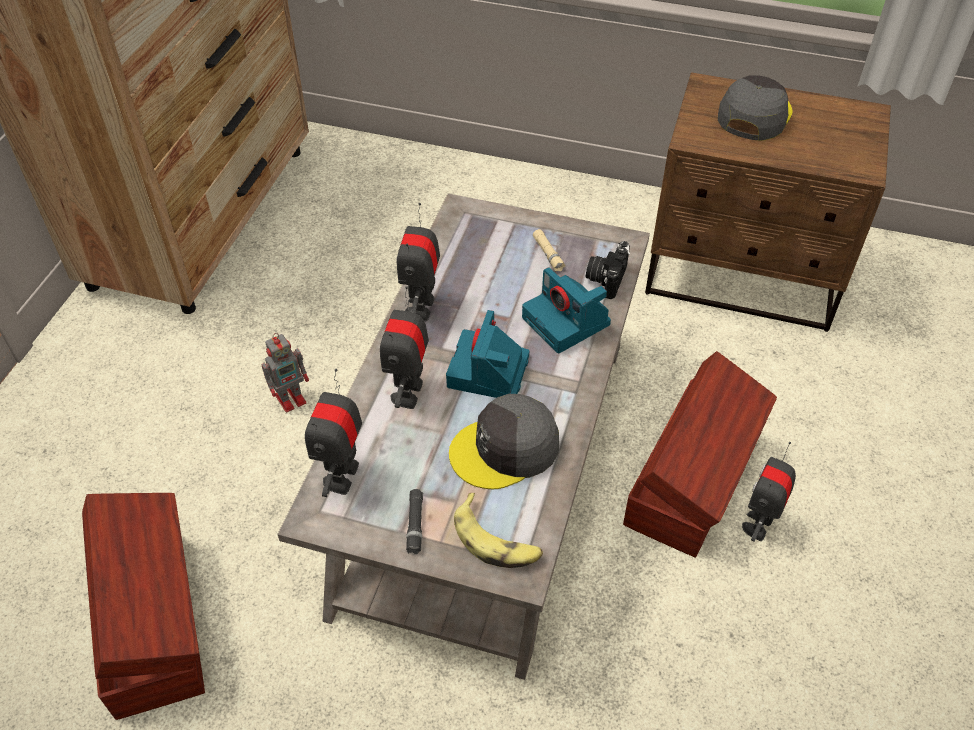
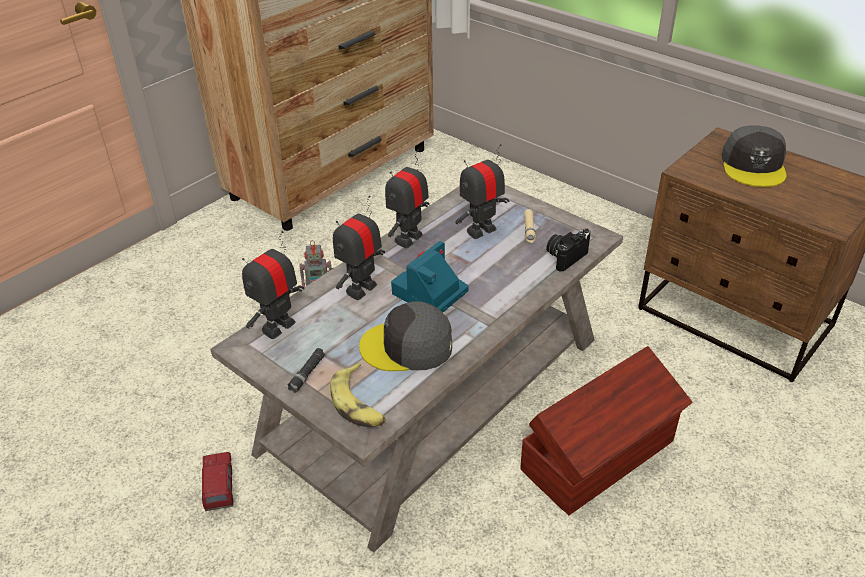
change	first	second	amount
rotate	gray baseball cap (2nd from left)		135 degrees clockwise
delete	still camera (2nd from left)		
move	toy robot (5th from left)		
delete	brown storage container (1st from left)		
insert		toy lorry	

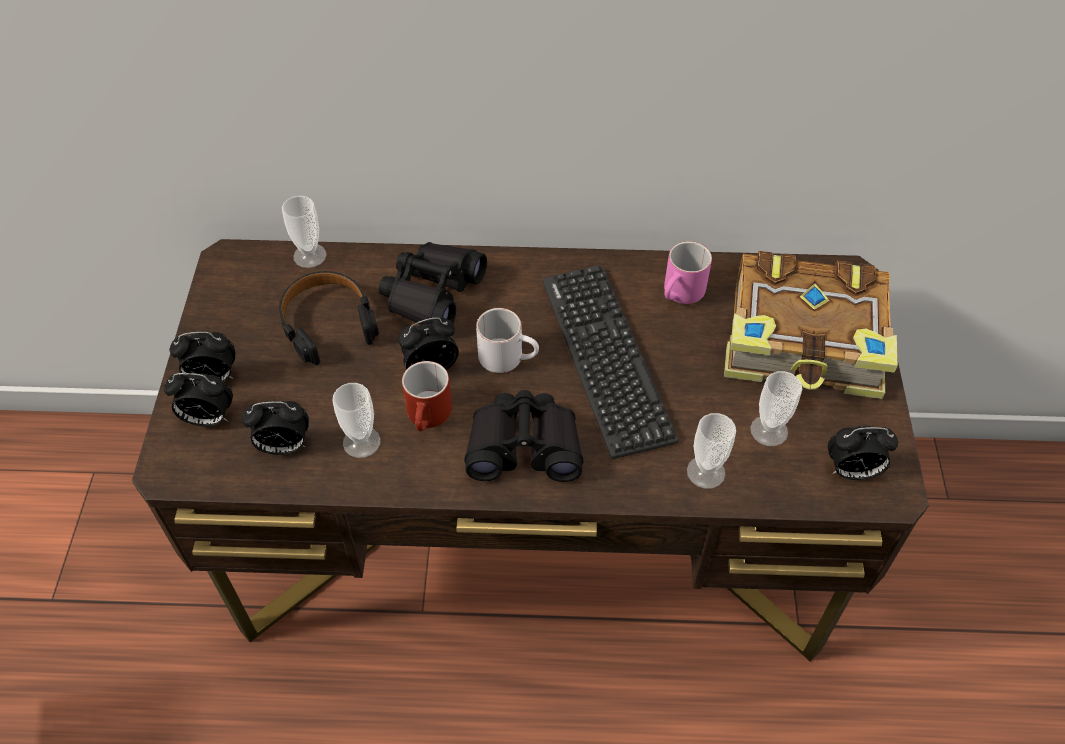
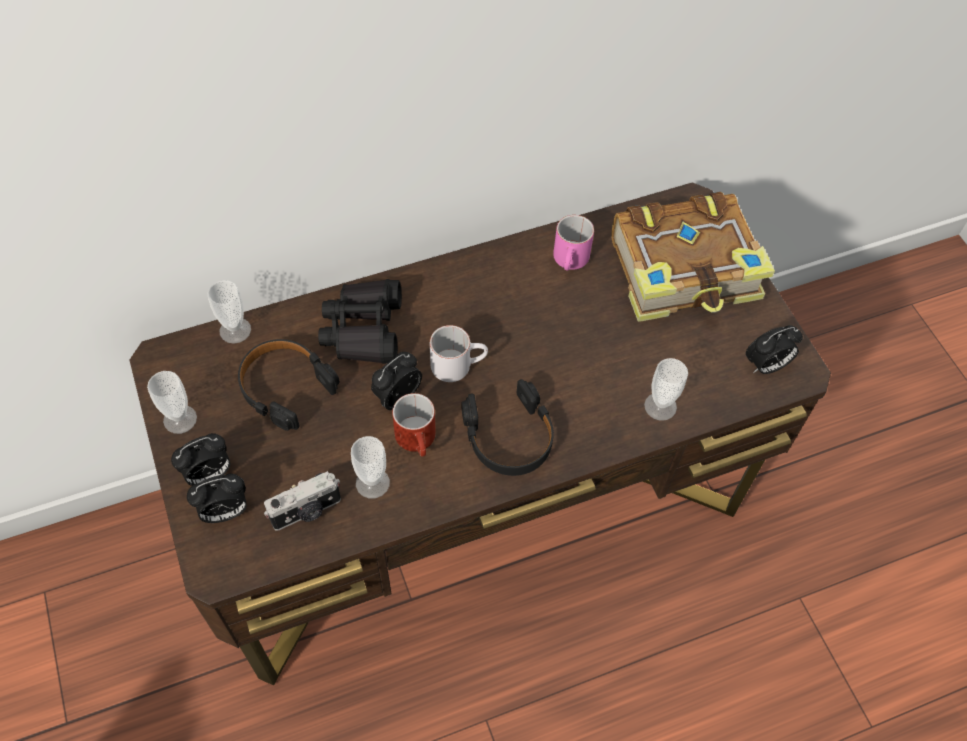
change	first	second	amount
delete	computer keyboard		
move	cup (4th from left in the first image)	cup (1st from left)	
replace	blackish field glasses (2nd from left)	blackish headset (2nd from left)	
replace	bedside clock (3rd from left)	still camera	

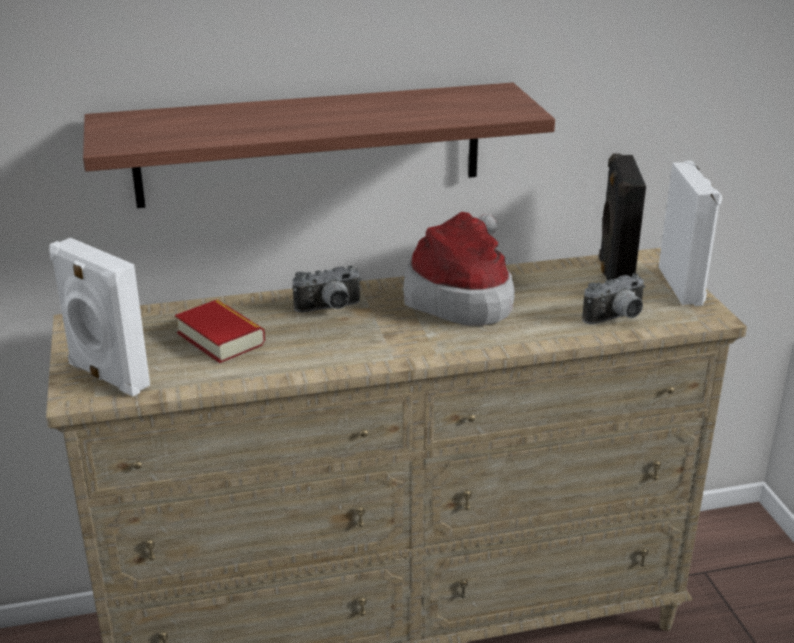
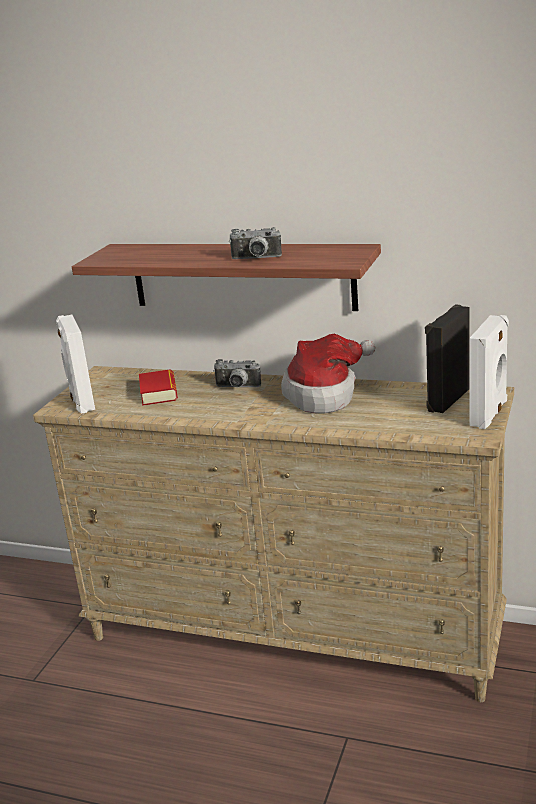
change	first	second	amount
move	still camera (2nd from left)		

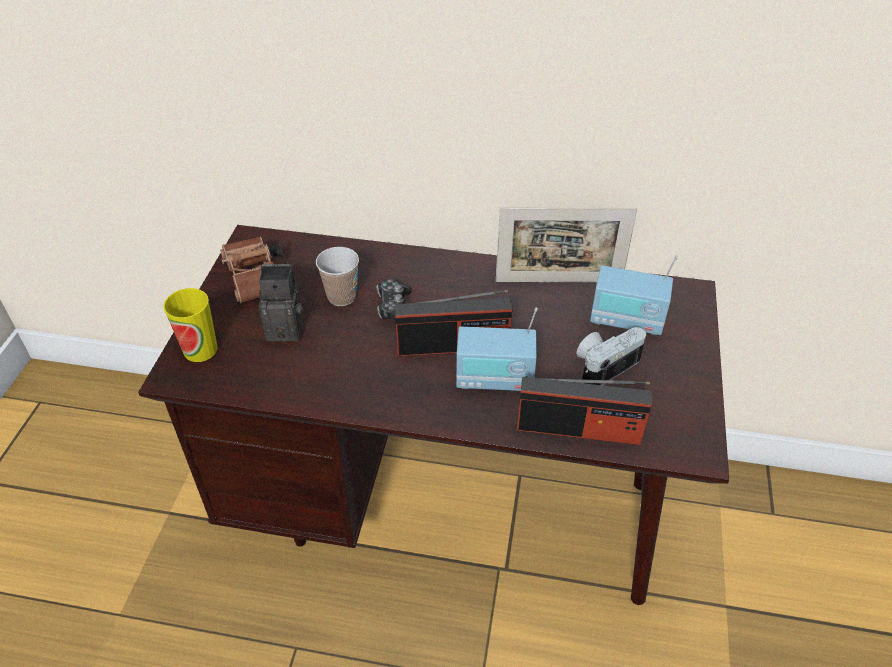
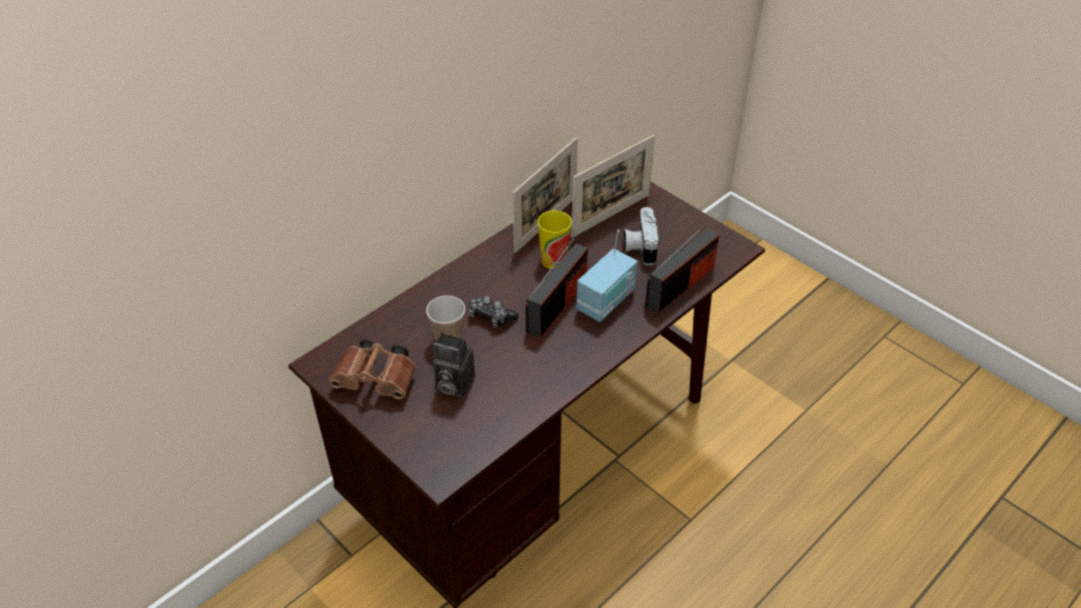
change	first	second	amount
replace	radio set (4th from left)	picture frame (2nd from left)	
rotate	still camera (1st from left)		105 degrees counterclockwise
move	cup (1st from left in the first image)	cup (2nd from left)	

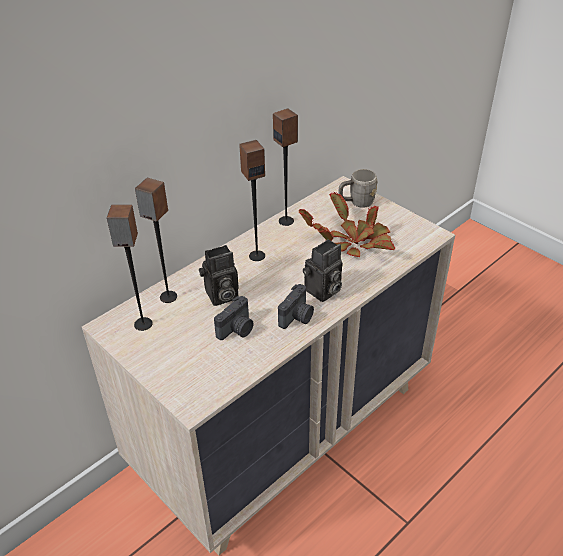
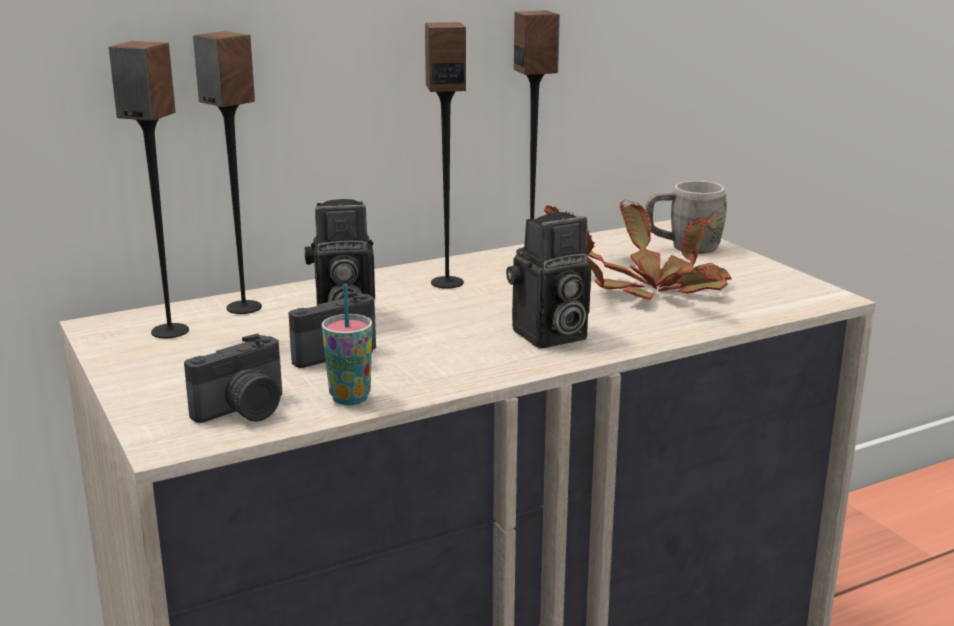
change	first	second	amount
move	still camera (3rd from left in the first image)	still camera (1st from left)	
insert		cup	

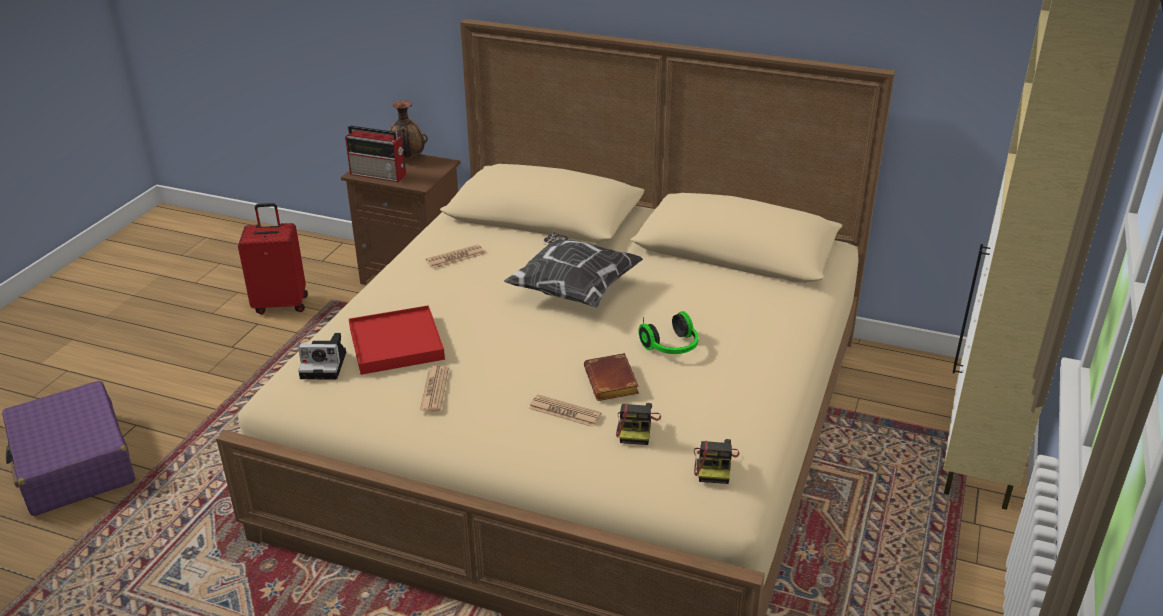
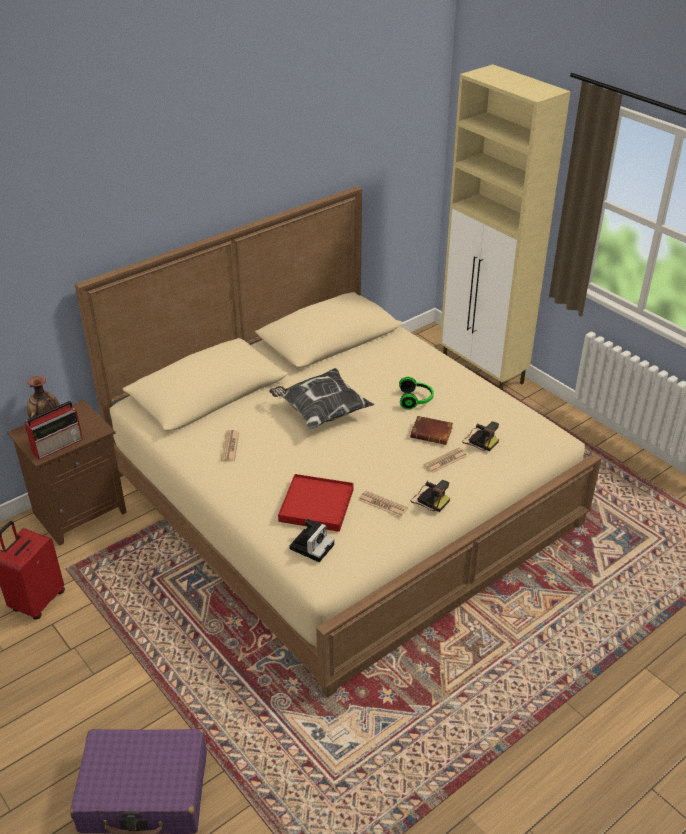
change	first	second	amount
move	still camera (3rd from left in the first image)	still camera (2nd from left)	

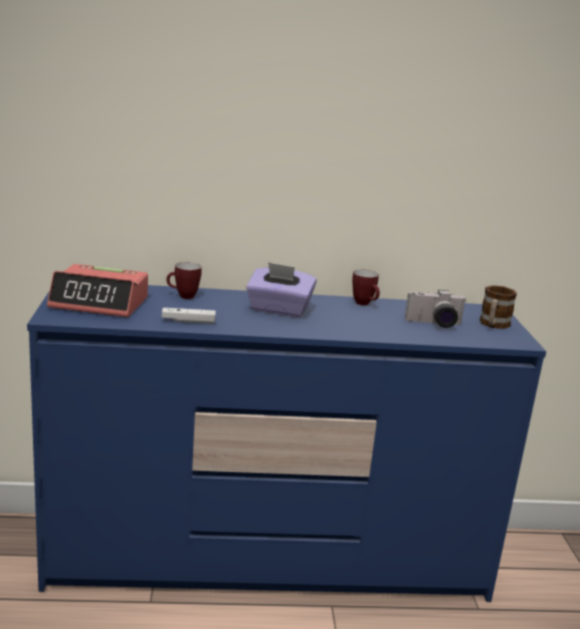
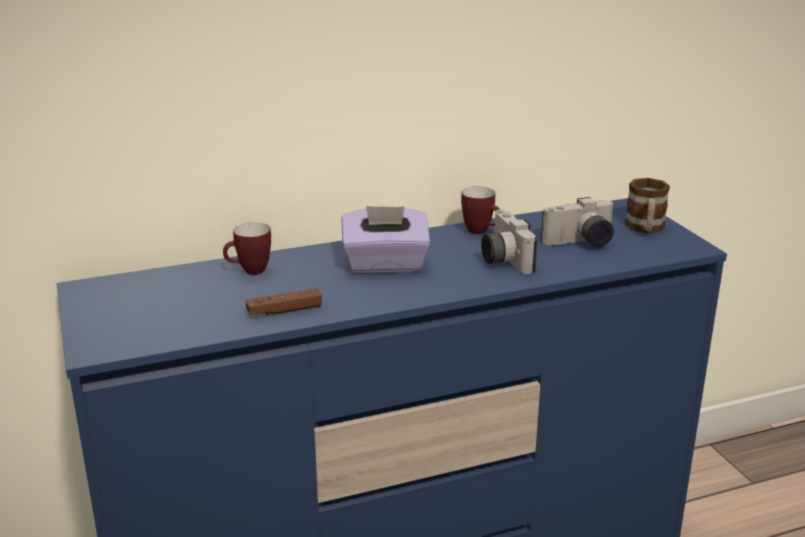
change	first	second	amount
delete	bedside clock		
recolor	white-coloured joypad	brown joypad	
insert		still camera (1st from left)	

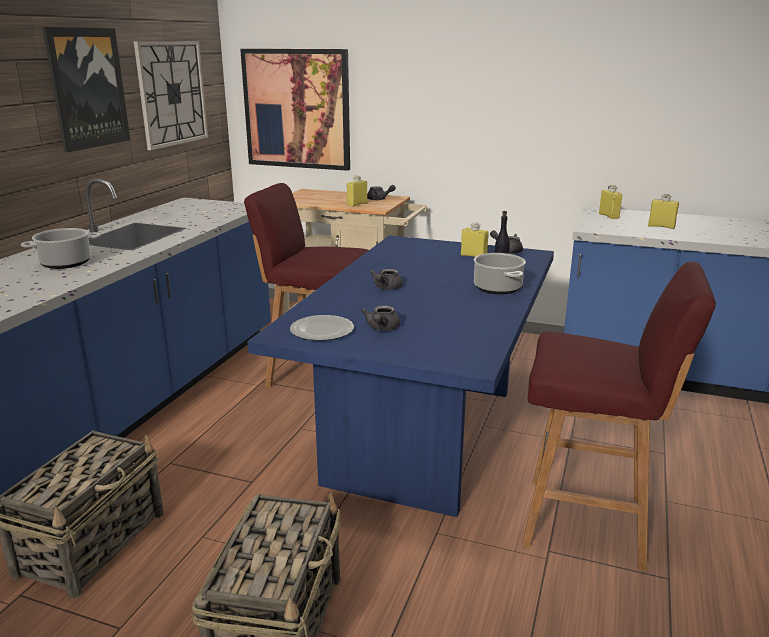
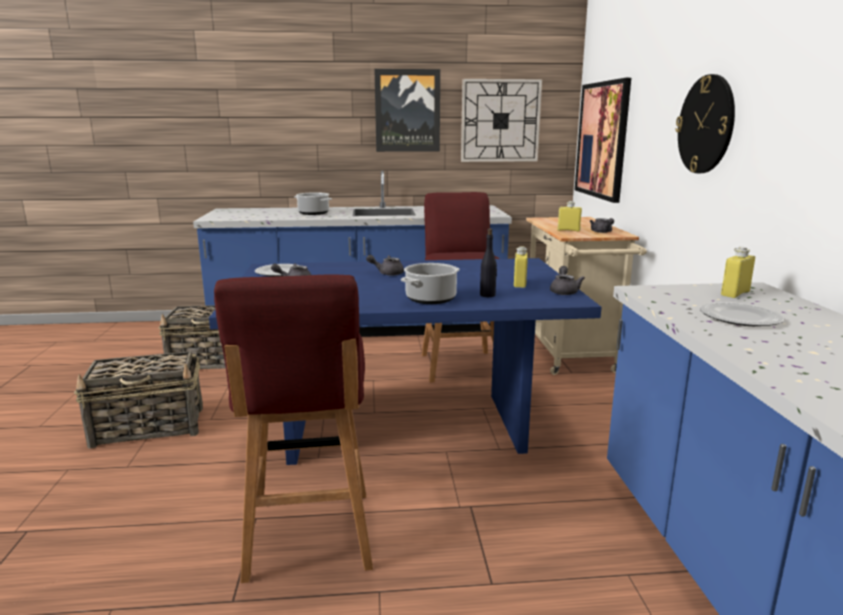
change	first	second	amount
replace	yellow bottle (4th from left)	dinner plate (2nd from left)	
insert		hanging clock (2nd from left)	

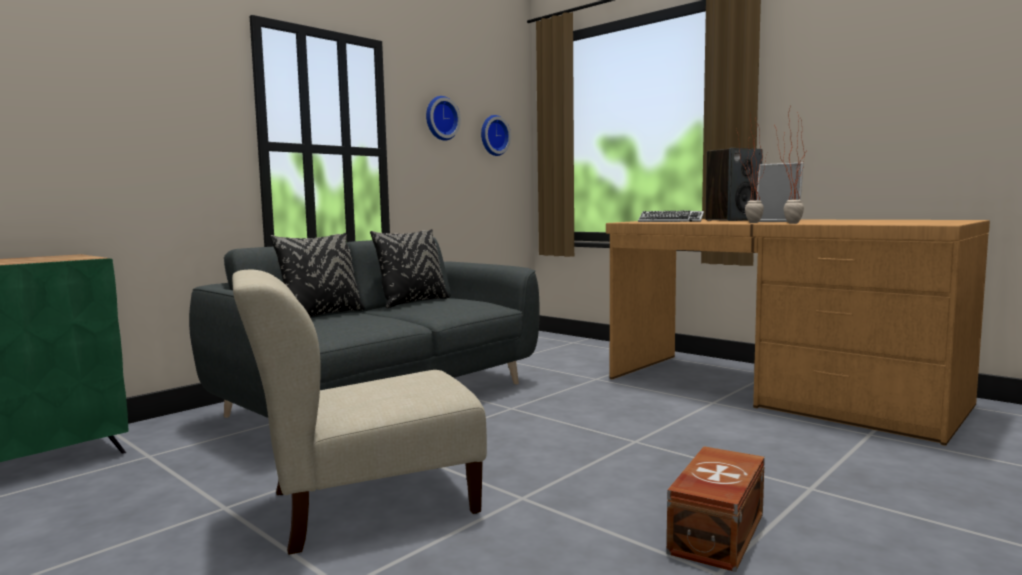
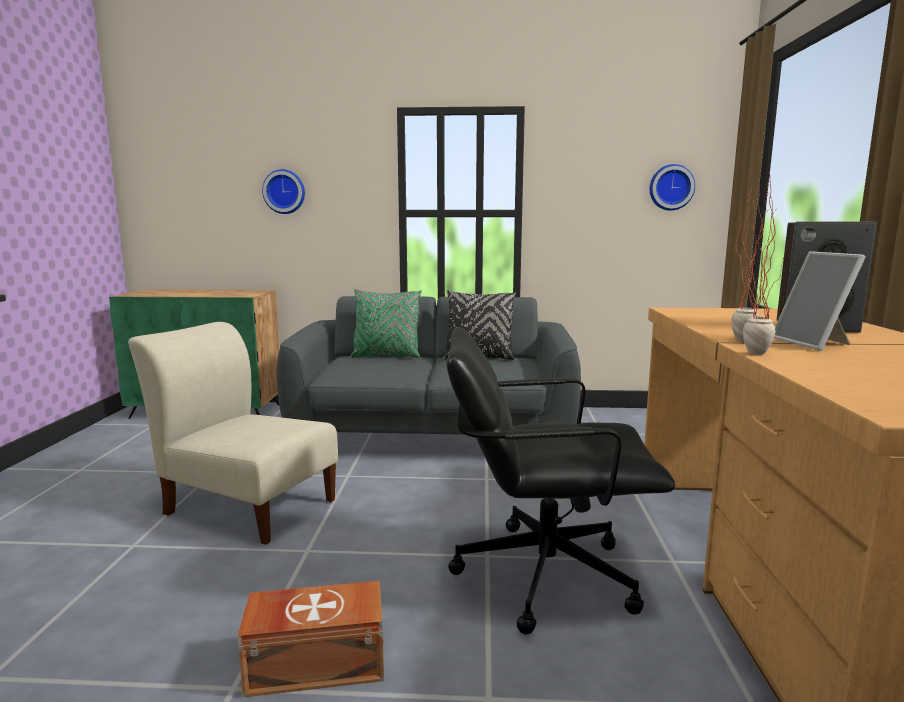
change	first	second	amount
move	hanging clock (1st from left)		
delete	computer keyboard		
recolor	blackish throw pillow (1st from left)	greenish throw pillow	
insert		blackish desk chair	

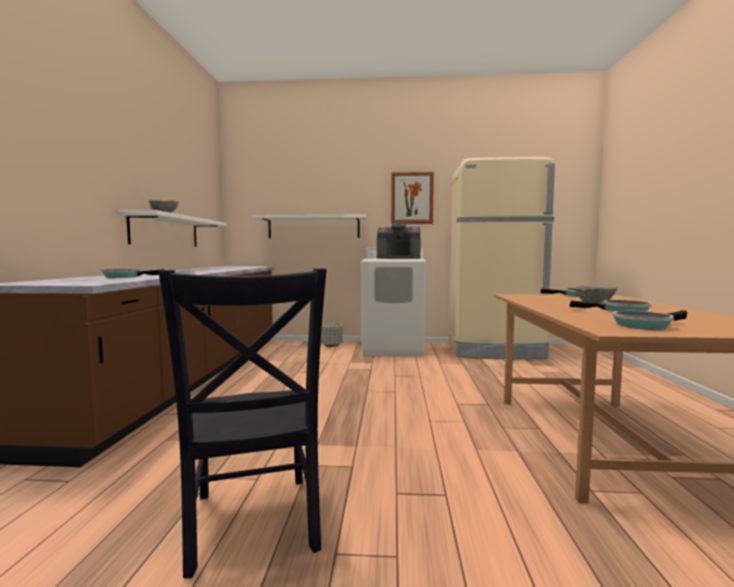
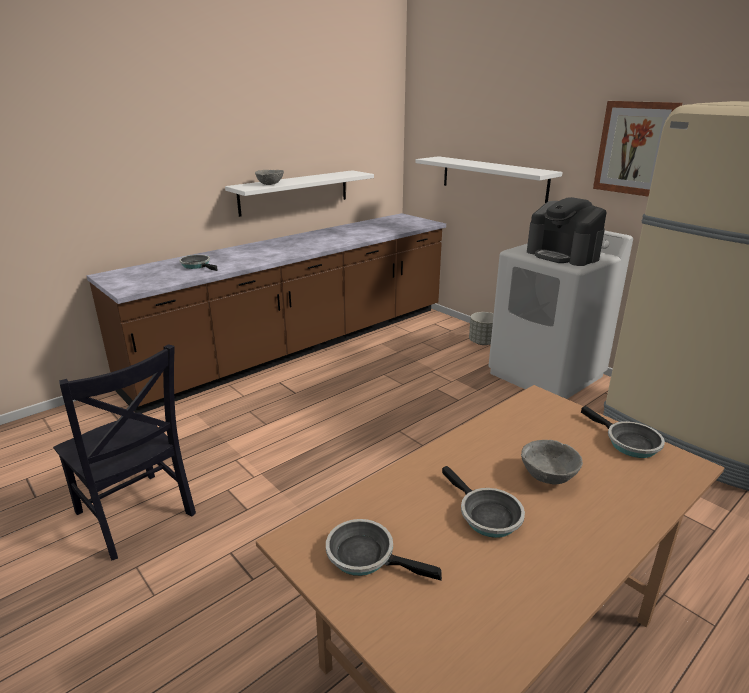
change	first	second	amount
rotate	blackish upright chair		75 degrees counterclockwise

